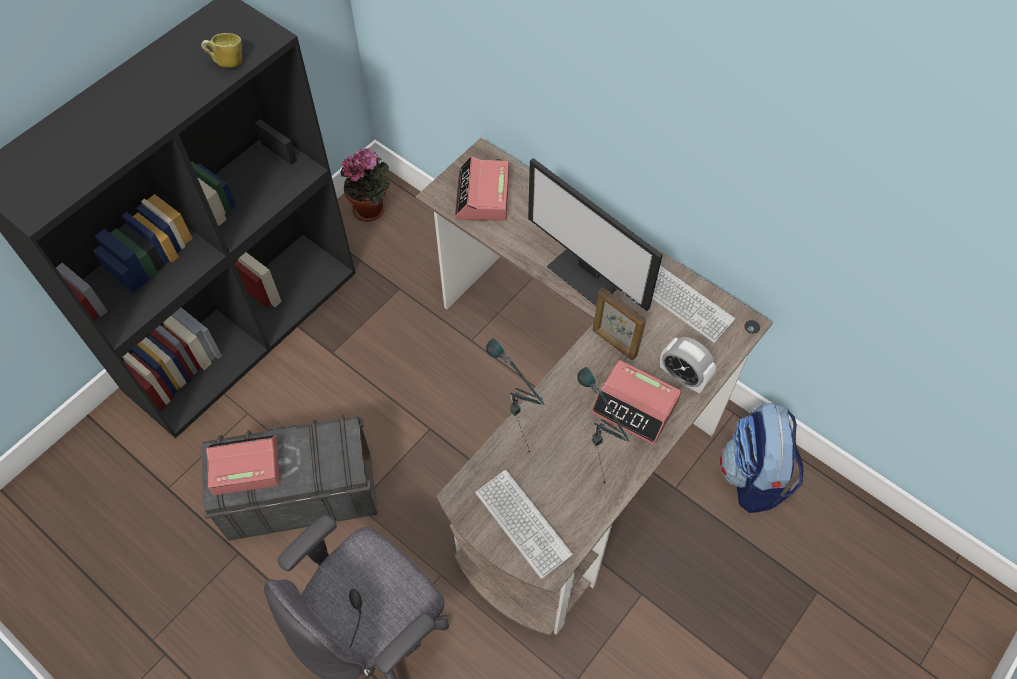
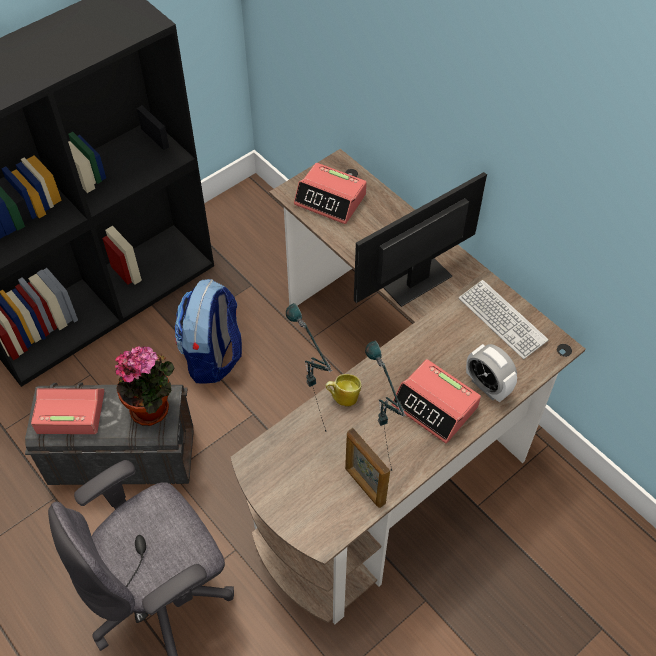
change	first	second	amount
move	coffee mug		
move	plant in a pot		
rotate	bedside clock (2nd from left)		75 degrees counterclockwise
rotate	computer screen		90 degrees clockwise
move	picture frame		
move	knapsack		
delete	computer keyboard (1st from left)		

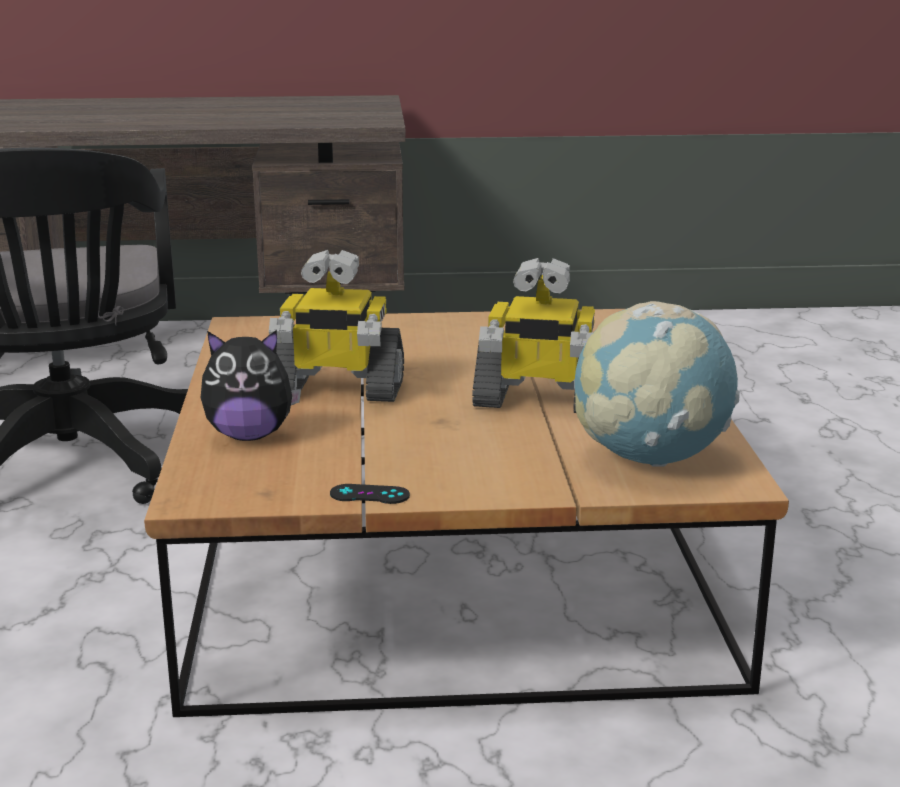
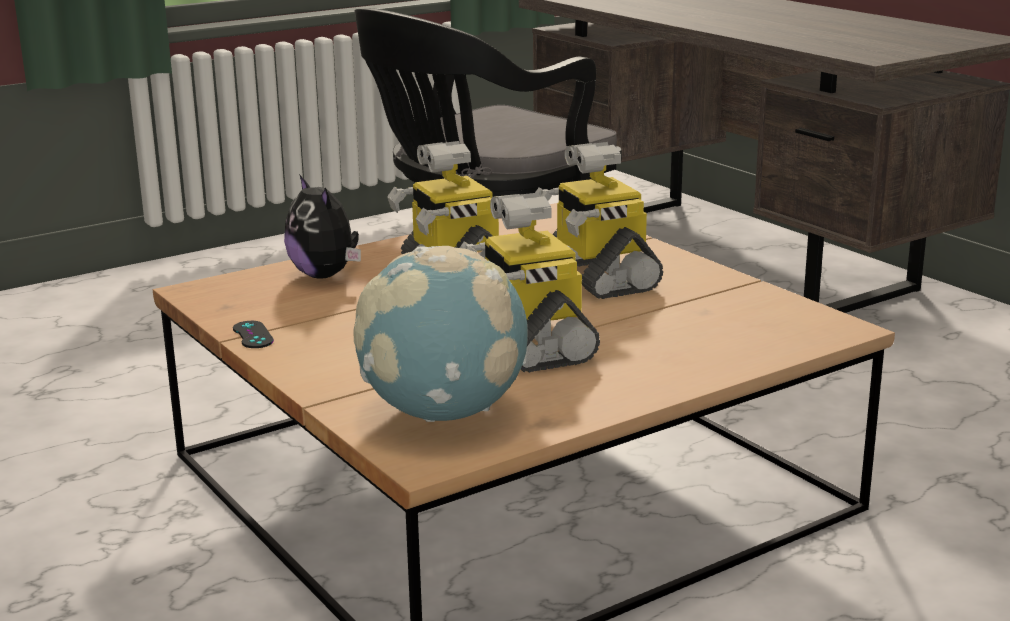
change	first	second	amount
insert		toy robot (3rd from left)	

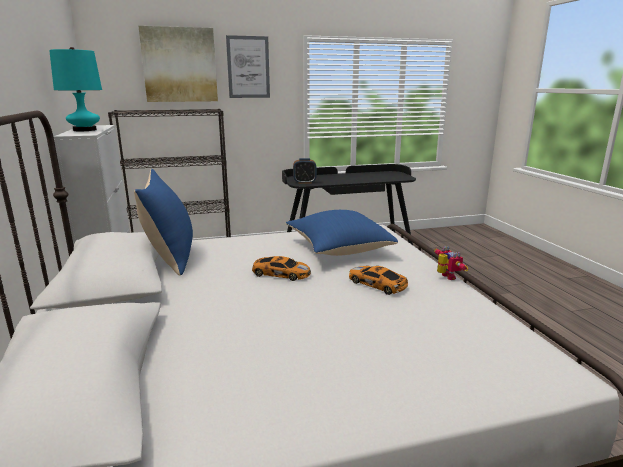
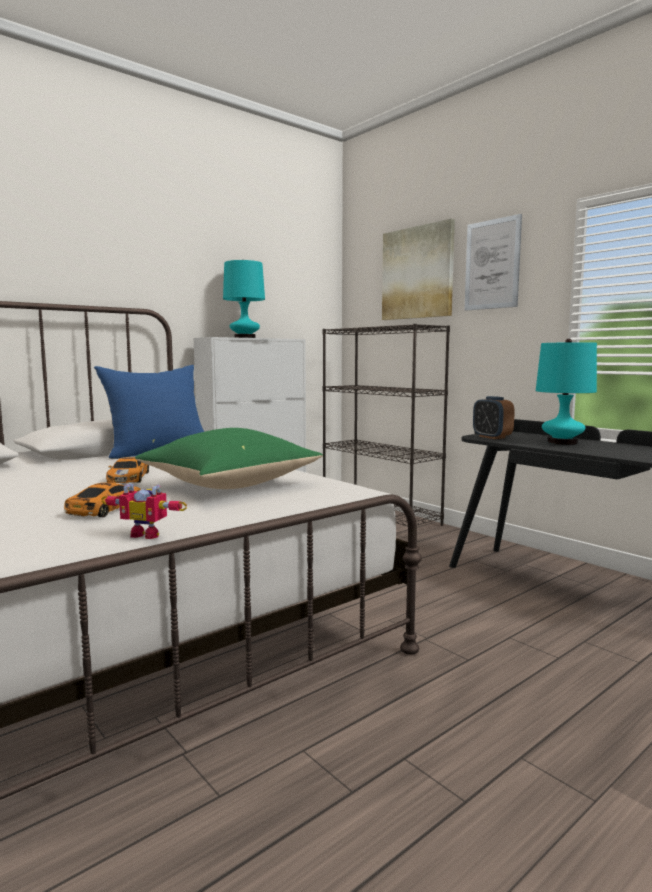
change	first	second	amount
recolor	blue-coloured throw pillow (2nd from left)	greenish throw pillow	
rotate	toy robot		60 degrees clockwise
insert		blue-green tabletop lamp (2nd from left)	

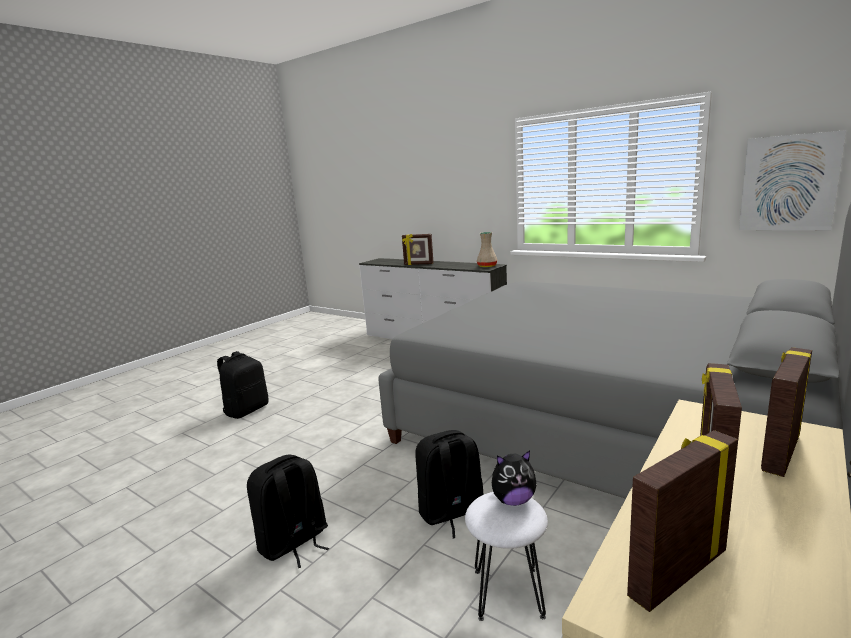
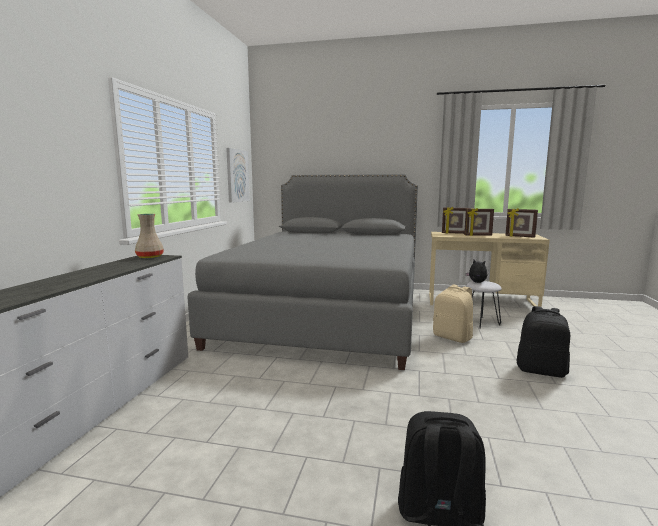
change	first	second	amount
delete	picture frame (1st from left)		
recolor	blackish knapsack (3rd from left)	sand-coloured knapsack	

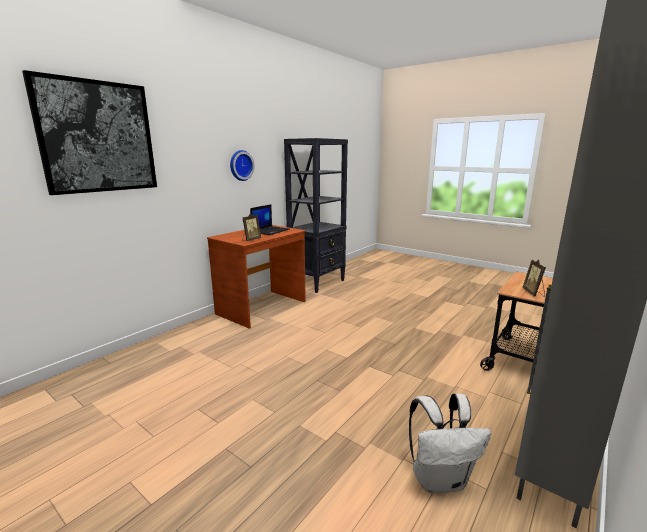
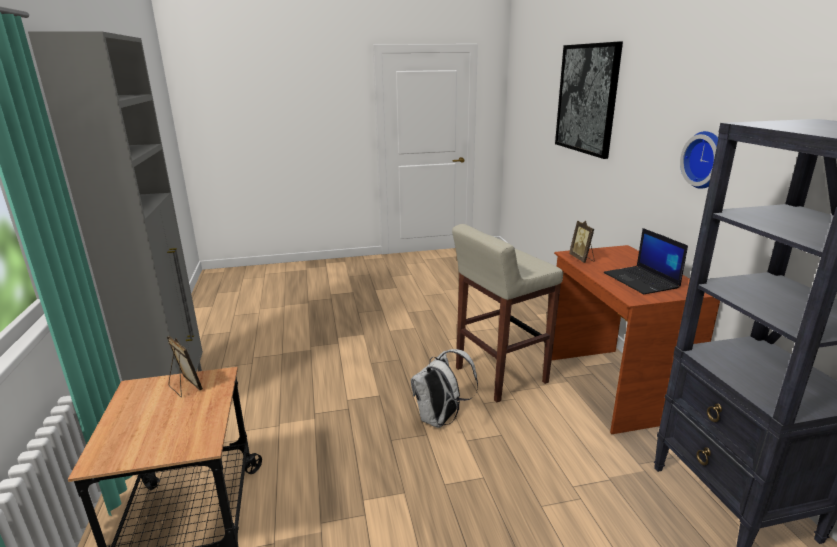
change	first	second	amount
move	white-coloured knapsack		
insert		sand-coloured sitting stool	

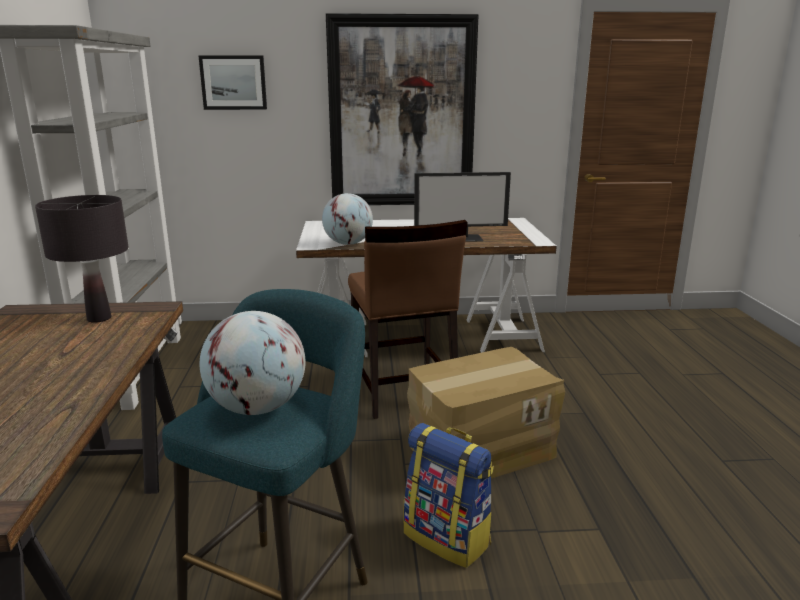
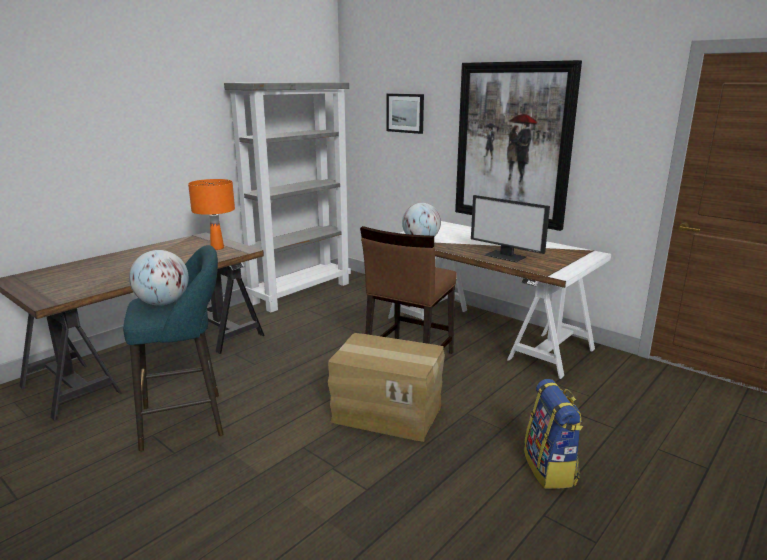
change	first	second	amount
recolor	blackish tabletop lamp	orangey tabletop lamp	
move	knapsack		

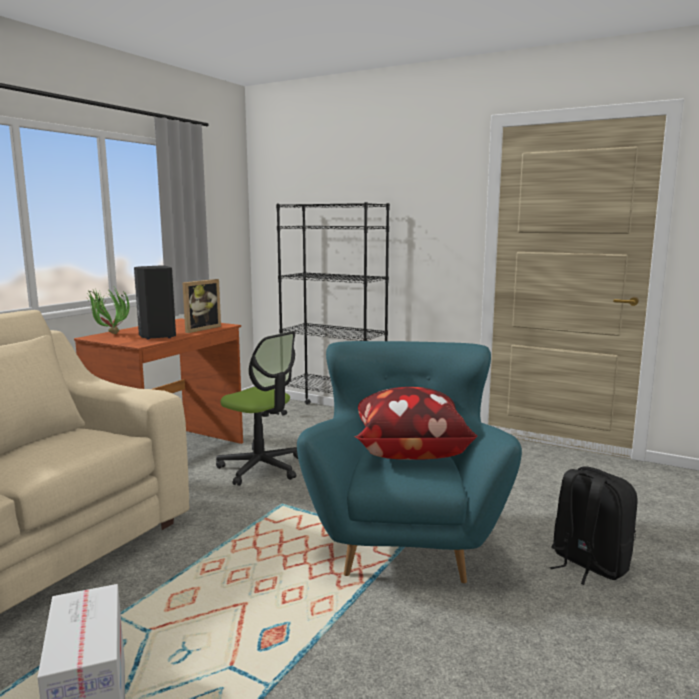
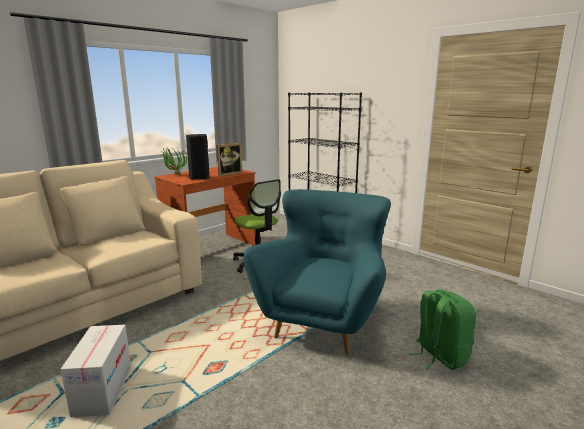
change	first	second	amount
delete	throw pillow		
recolor	blackish knapsack	greenish knapsack	

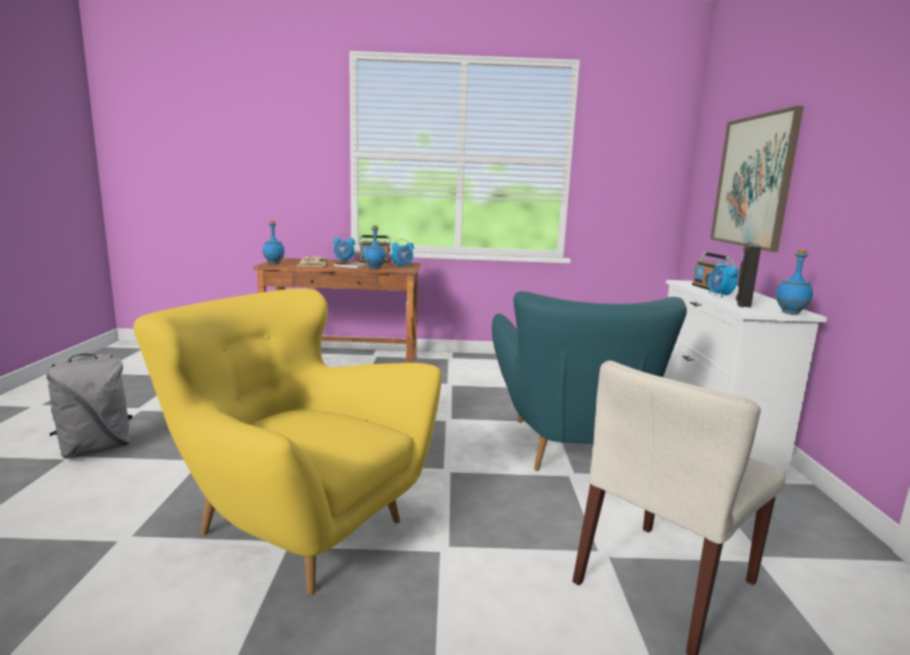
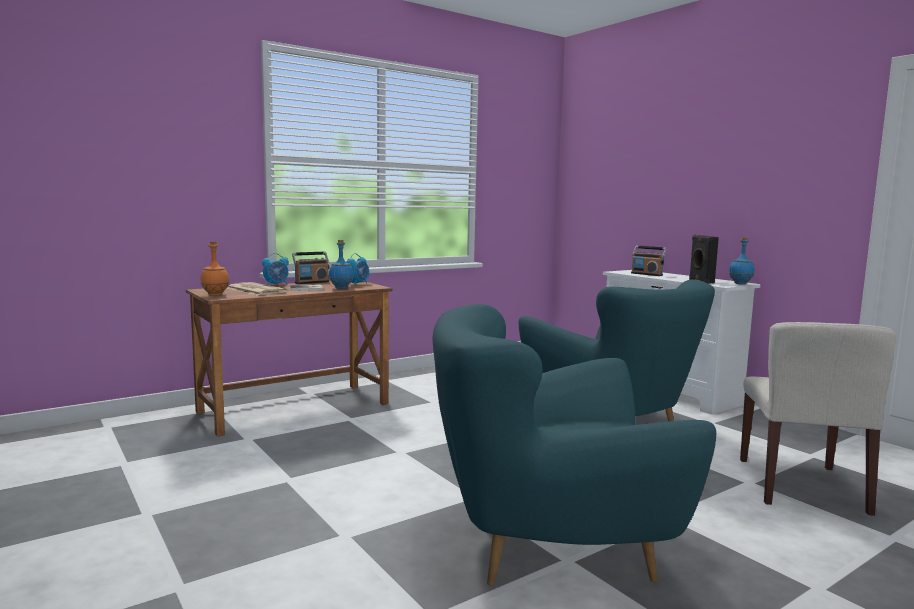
change	first	second	amount
delete	wall picture		
recolor	blue-coloured bottle (1st from left)	orangey bottle	
delete	bedside clock (3rd from left)		
recolor	yellow lounge chair	blue-green lounge chair (1st from left)	
delete	gray knapsack		

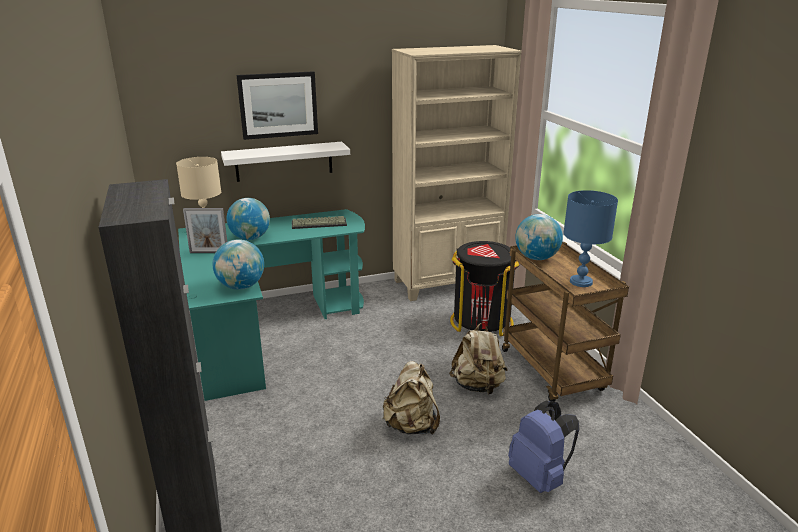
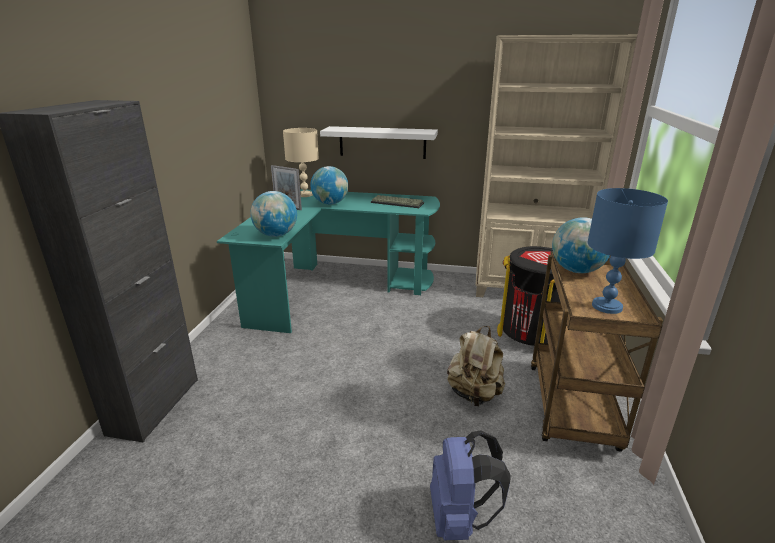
change	first	second	amount
delete	wall picture		
delete	sand-coloured knapsack (1st from left)		

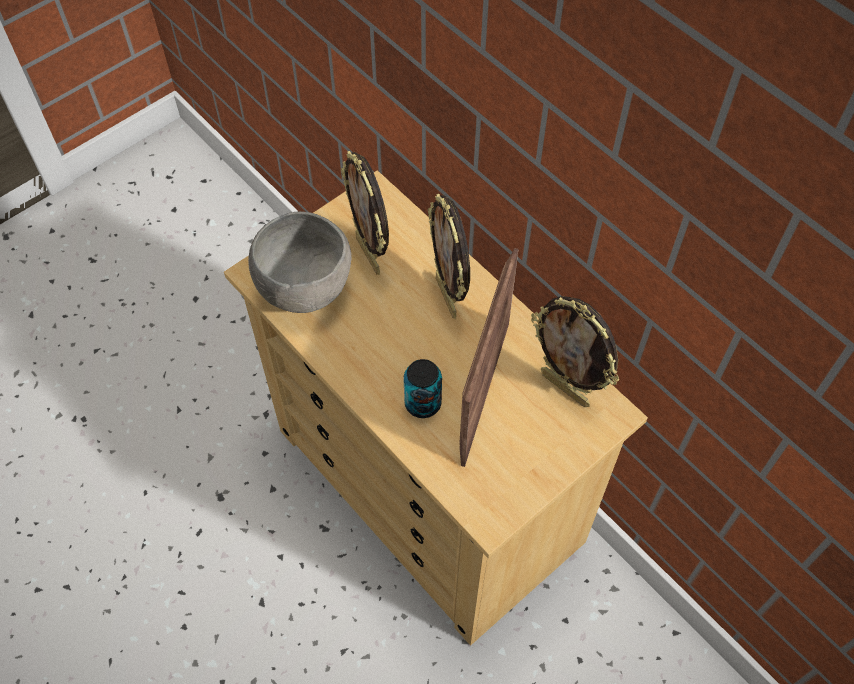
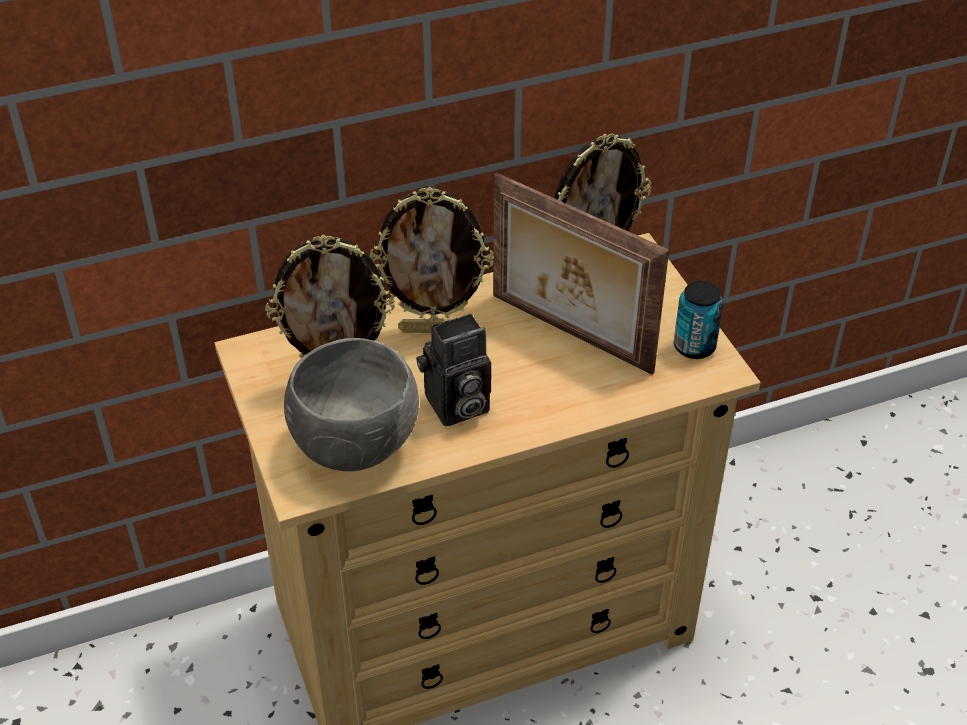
change	first	second	amount
move	sealed can		
insert		still camera	

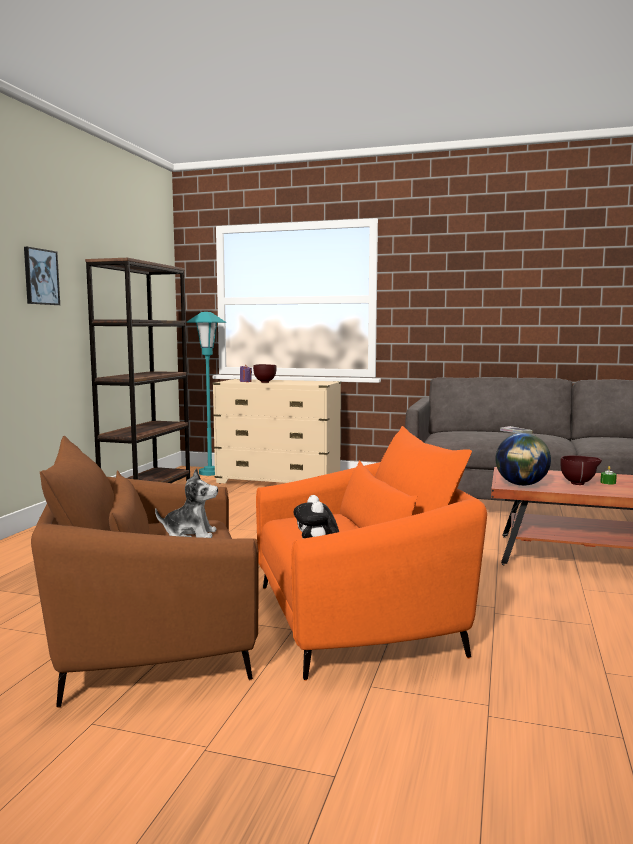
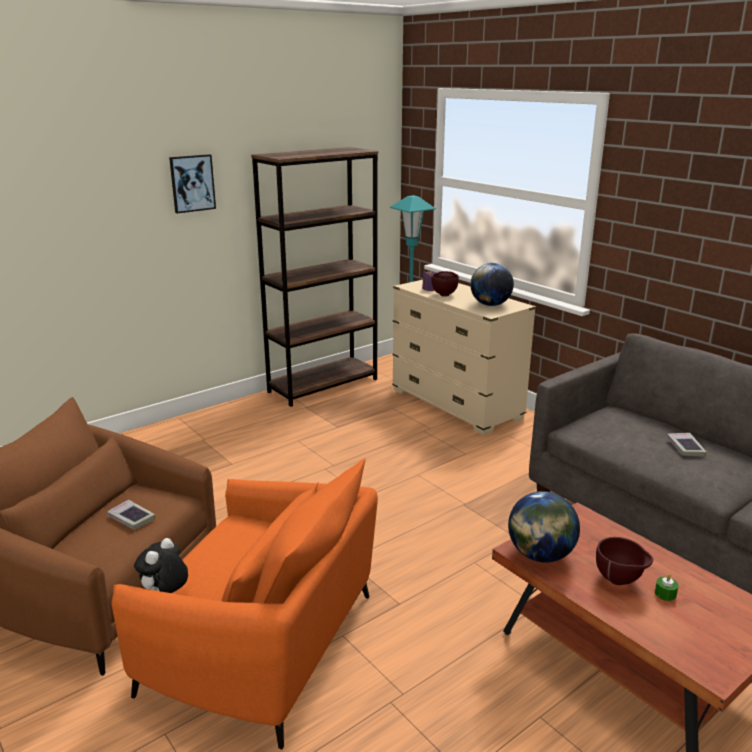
change	first	second	amount
replace	plush toy (1st from left)	book (1st from left)	
insert		world globe (1st from left)	

